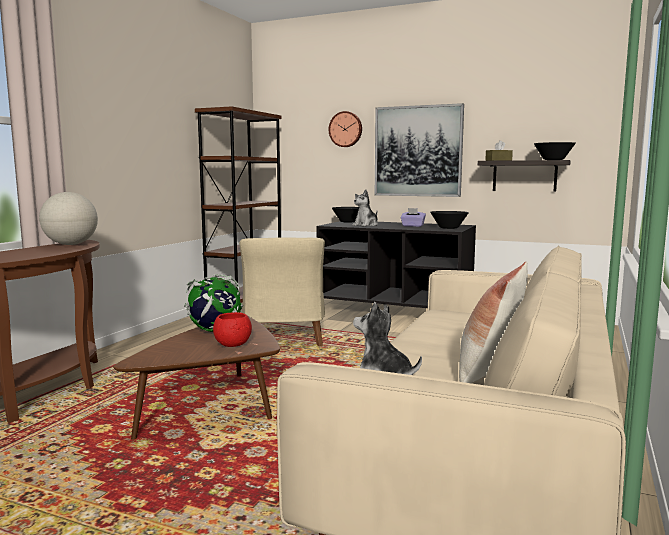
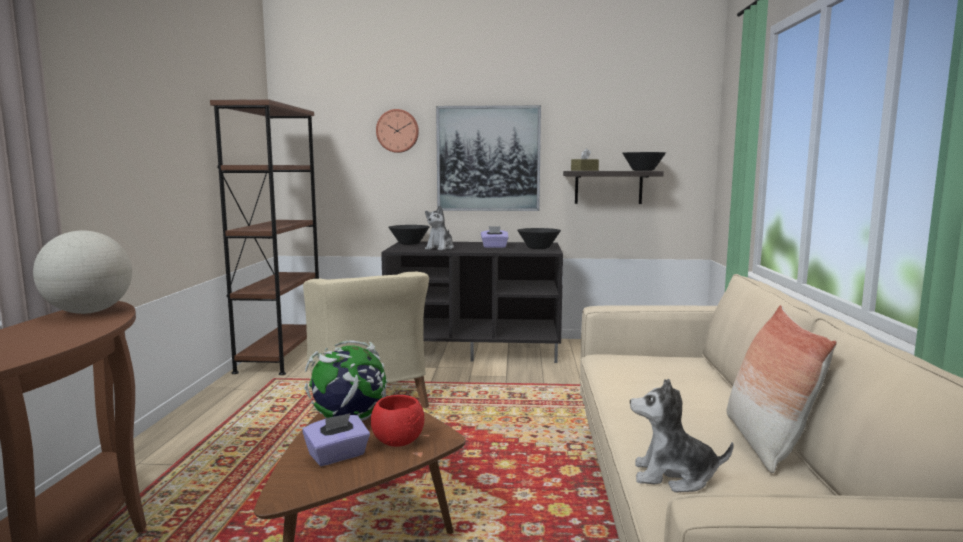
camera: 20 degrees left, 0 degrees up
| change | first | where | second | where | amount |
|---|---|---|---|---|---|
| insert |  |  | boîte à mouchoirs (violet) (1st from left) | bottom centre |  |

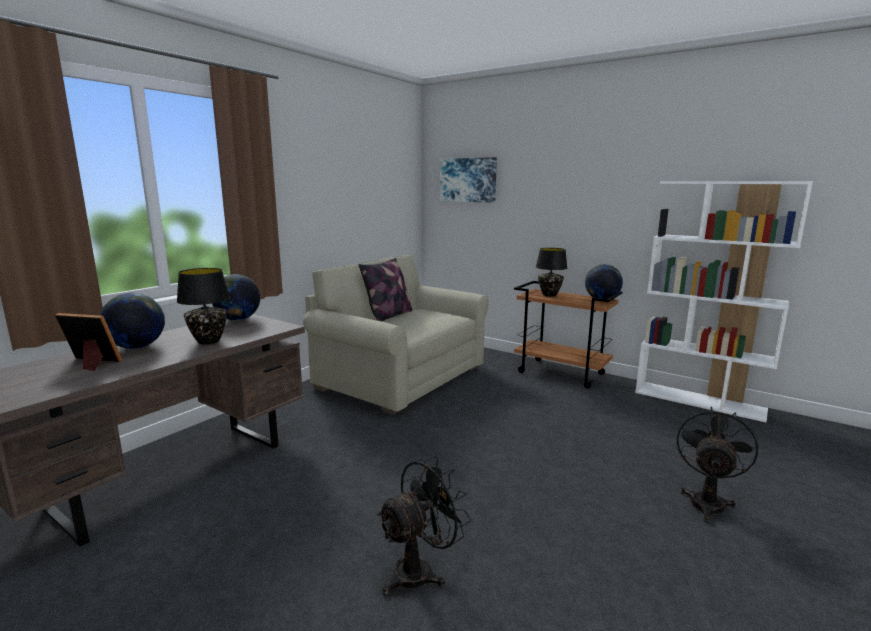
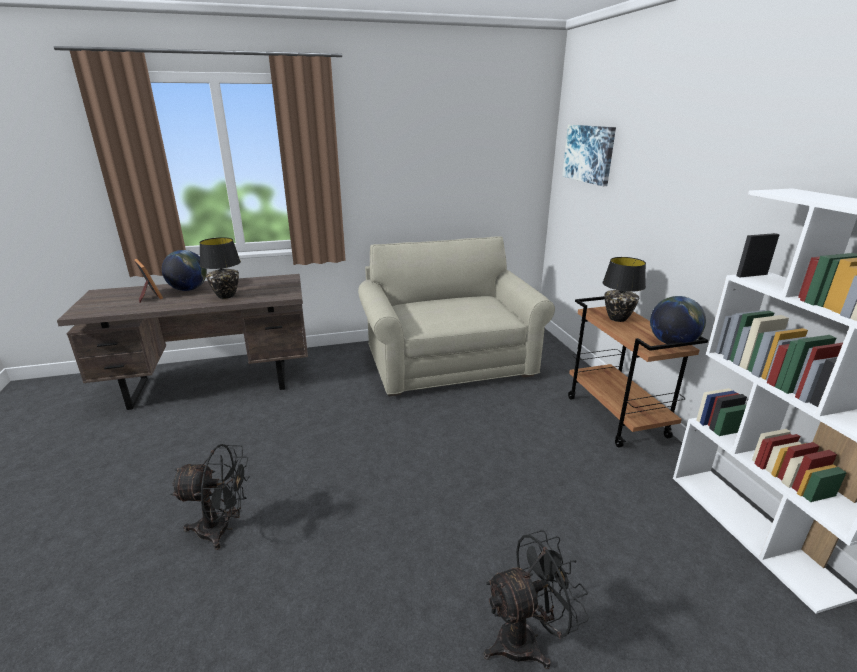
camera: 40 degrees right, 10 degrees up
| change | first | where | second | where | amount |
|---|---|---|---|---|---|
| delete | globe (2nd from left) | middle left |  |  |  |
| delete | coussin | centre |  |  |  |

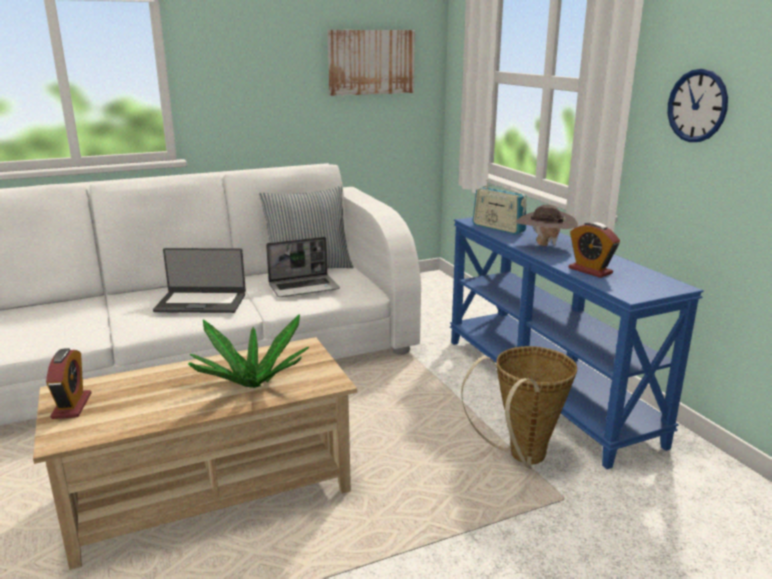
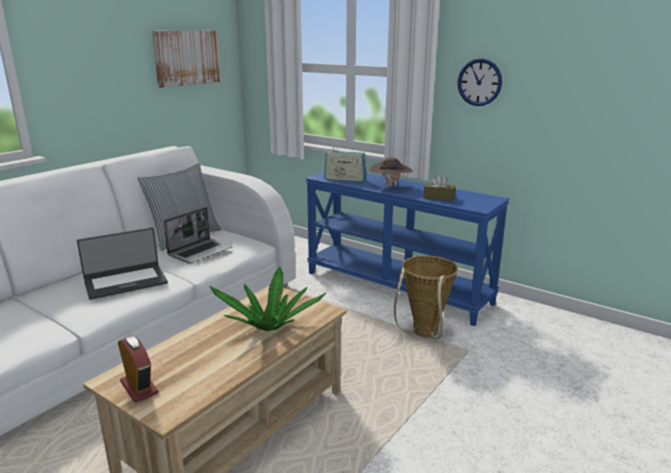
camera: 30 degrees left, 0 degrees up
| change | first | where | second | where | amount |
|---|---|---|---|---|---|
| replace | réveil (2nd from left) | middle right | boîte à mouchoirs (marron) | centre |  |

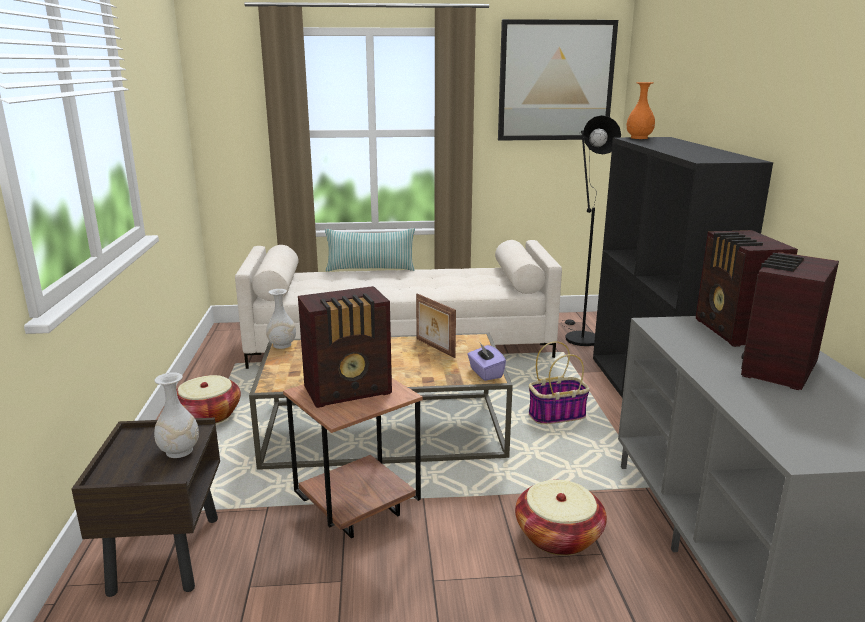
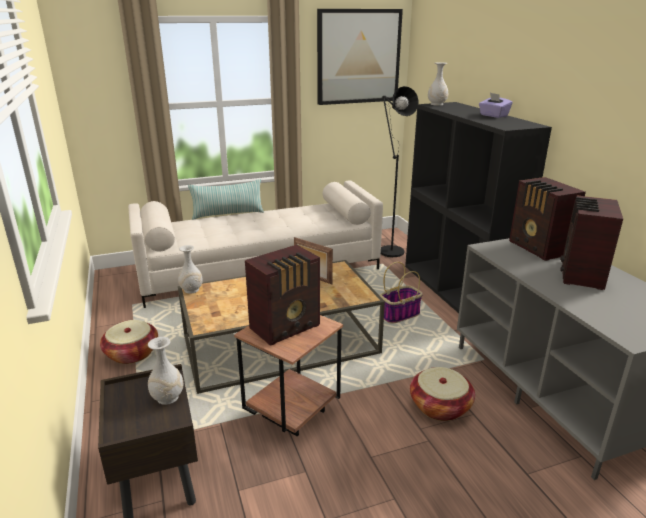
camera: 15 degrees left, 5 degrees up
| change | first | where | second | where | amount |
|---|---|---|---|---|---|
| move | boîte à mouchoirs (violet) | centre |  | top right |  |
| recolor | vase (orange) | top right | vase (blanc) (3rd from left) | top right |  |

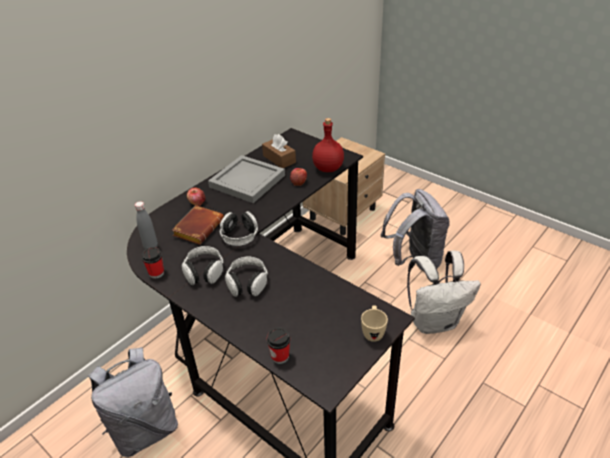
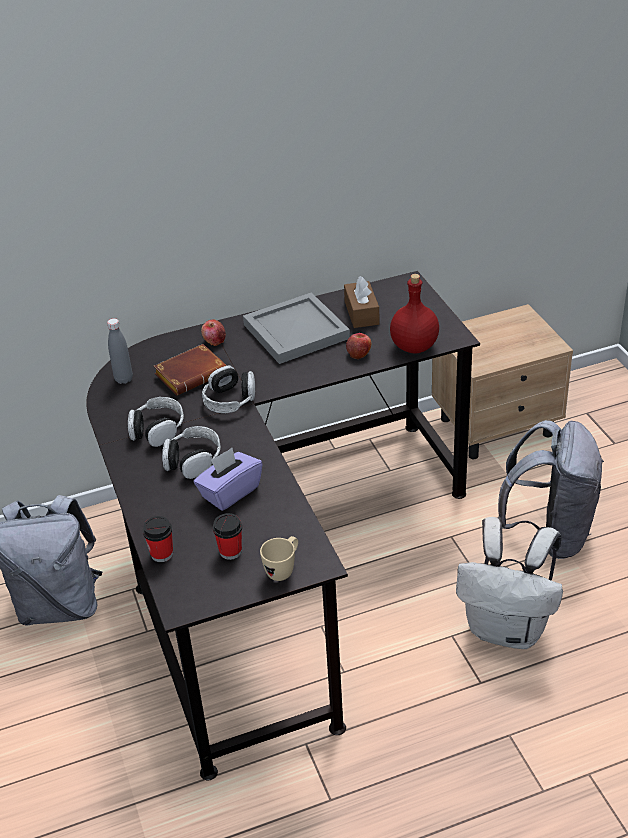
camera: 30 degrees right, 0 degrees up
| change | first | where | second | where | amount |
|---|---|---|---|---|---|
| insert |  |  | boîte à mouchoirs (violet) | centre |  |
| move | tasse (1st from left in the first image) | middle left | tasse (2nd from left) | centre |  |

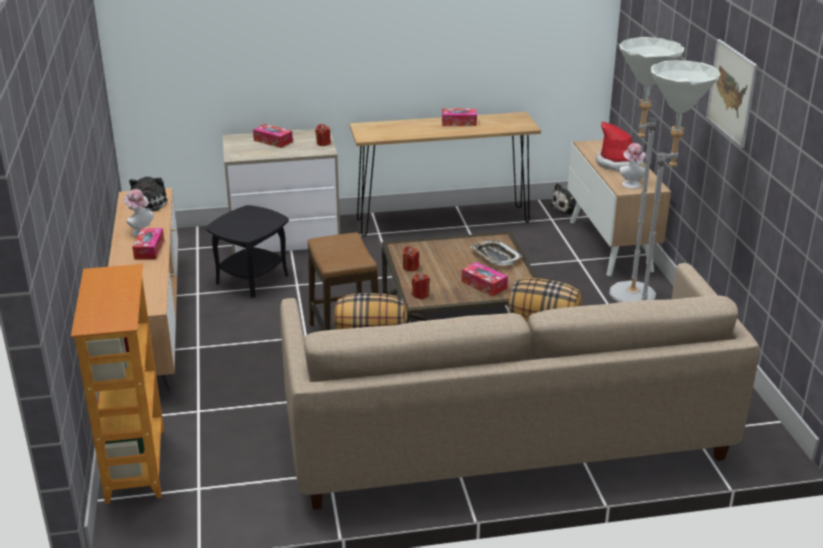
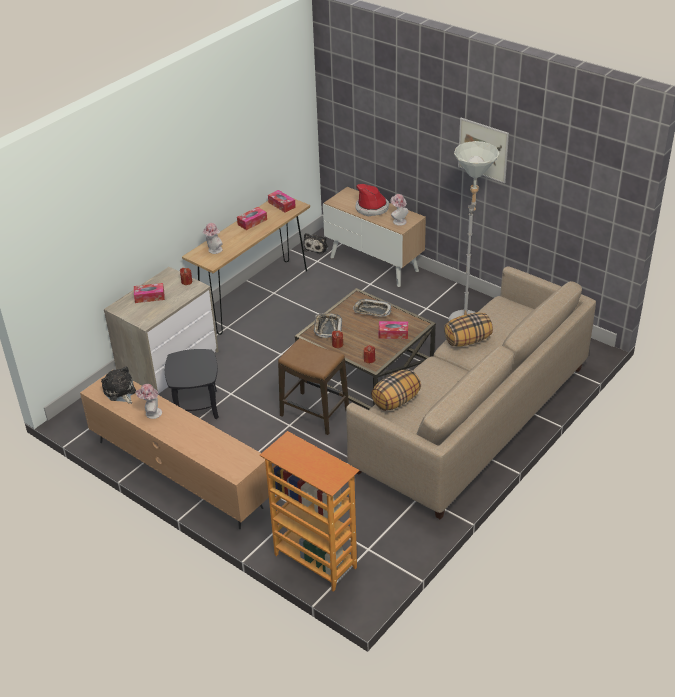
camera: 40 degrees left, 10 degrees up
| change | first | where | second | where | amount |
|---|---|---|---|---|---|
| delete | lampadaire (gris) (1st from left) | top right |  |  |  |
| insert |  |  | chapeau (2nd from left) | middle left |  |
| insert |  |  | plateau (1st from left) | centre |  |
| move | boîte à mouchoirs (1st from left in the first image) | middle left | boîte à mouchoirs (3rd from left) | top centre |  |

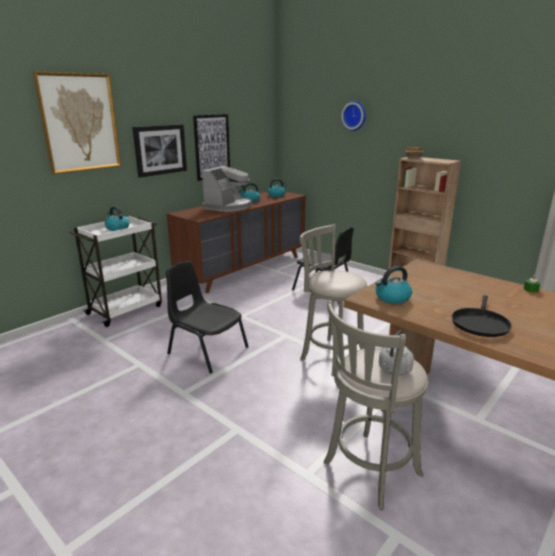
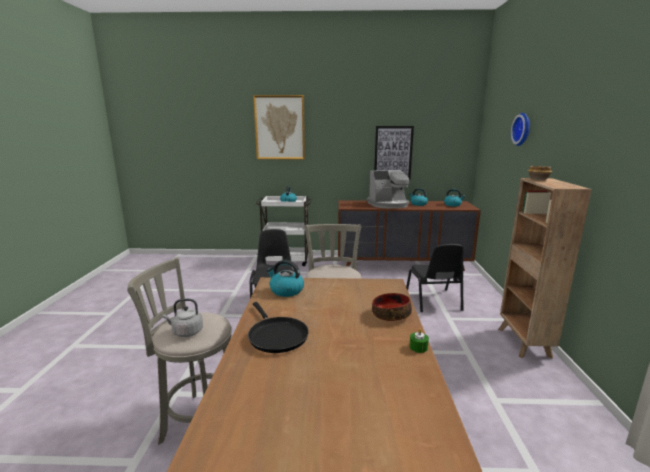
camera: 50 degrees right, 5 degrees down
| change | first | where | second | where | amount |
|---|---|---|---|---|---|
| delete | tableau (2nd from left) | top left |  |  |  |
| insert |  |  | bol (1st from left) | centre |  |
| rotate | poêle (noir) | middle right |  | bottom centre | 105 degrees counterclockwise |

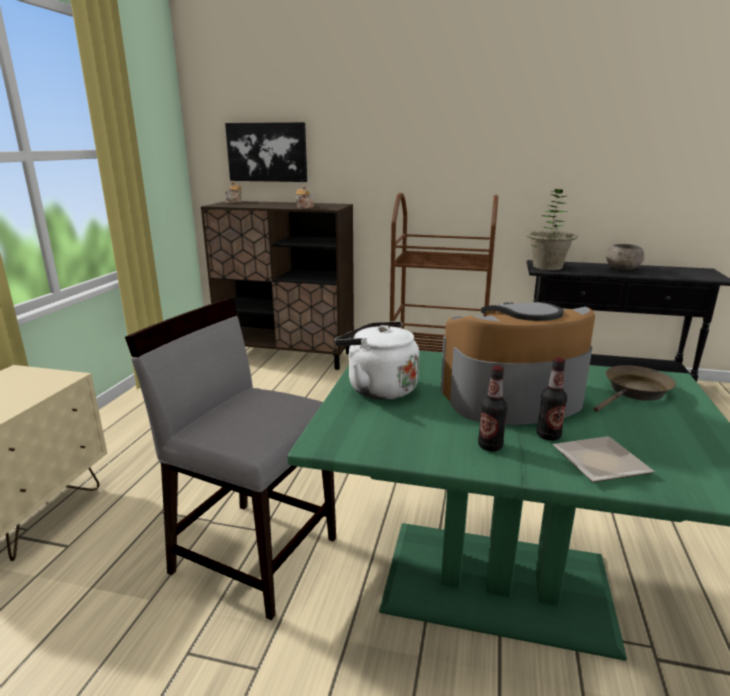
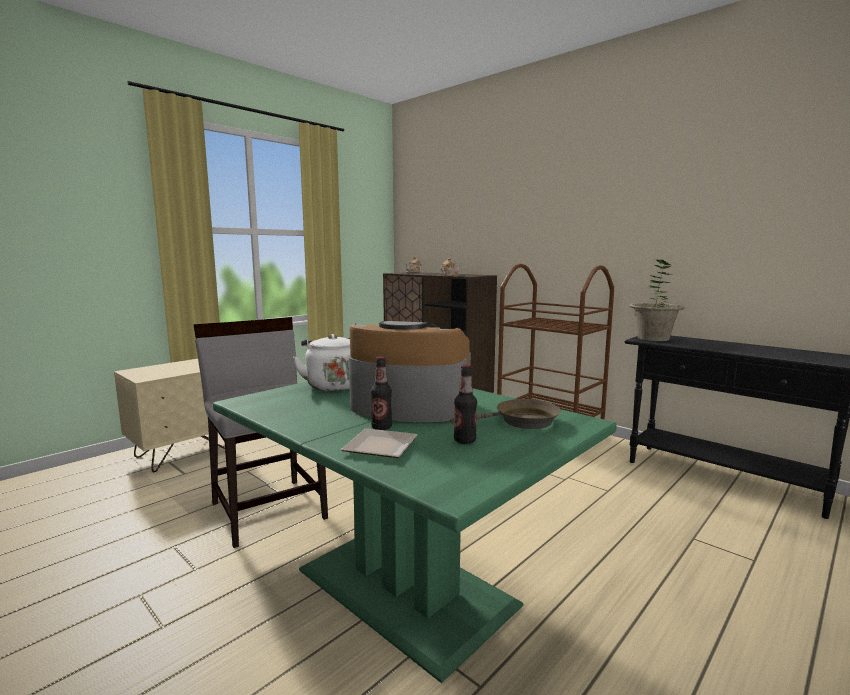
camera: 30 degrees right, 10 degrees down
| change | first | where | second | where | amount |
|---|---|---|---|---|---|
| delete | tableau | top centre |  |  |  |
| delete | bol (gris) | middle right |  |  |  |
| move | bouteille (1st from left in the first image) | middle right | bouteille (2nd from left) | centre |  |

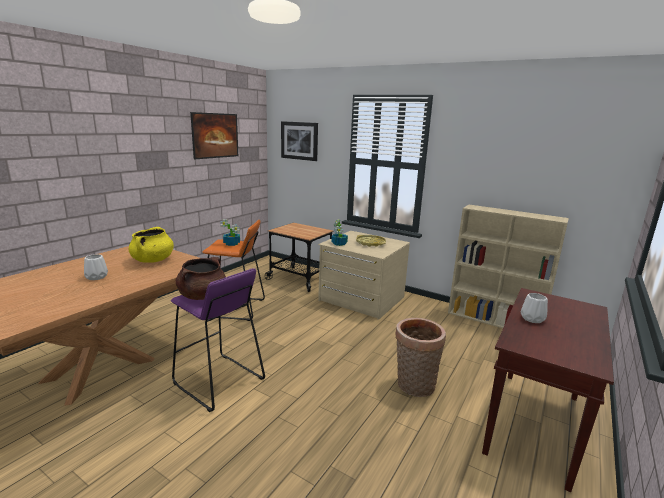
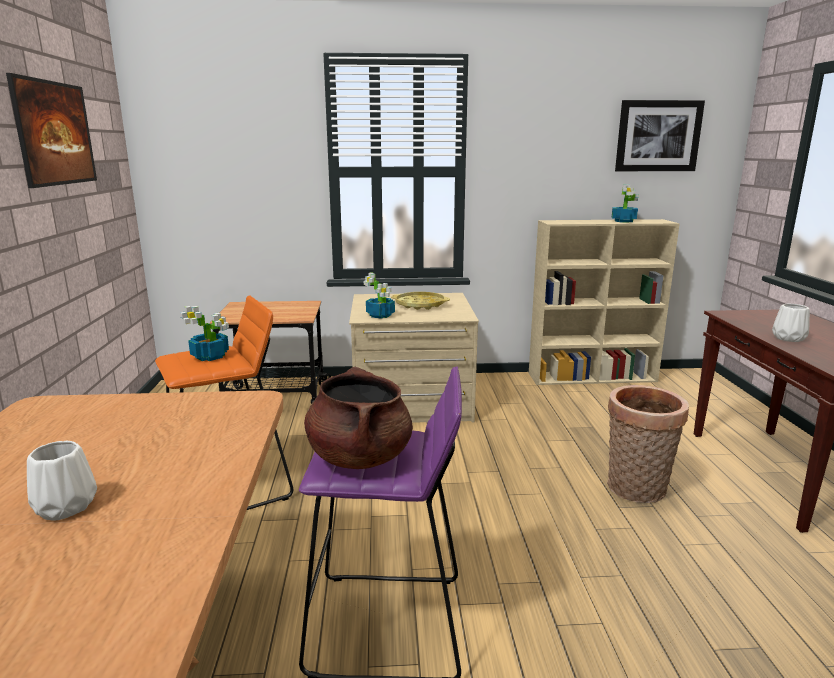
camera: 35 degrees left, 0 degrees up
| change | first | where | second | where | amount |
|---|---|---|---|---|---|
| delete | marmite (jaune) | middle left |  |  |  |
| insert |  |  | plante en pot (3rd from left) | top right |  |
| move | tableau (2nd from left) | top centre |  | top right |  |

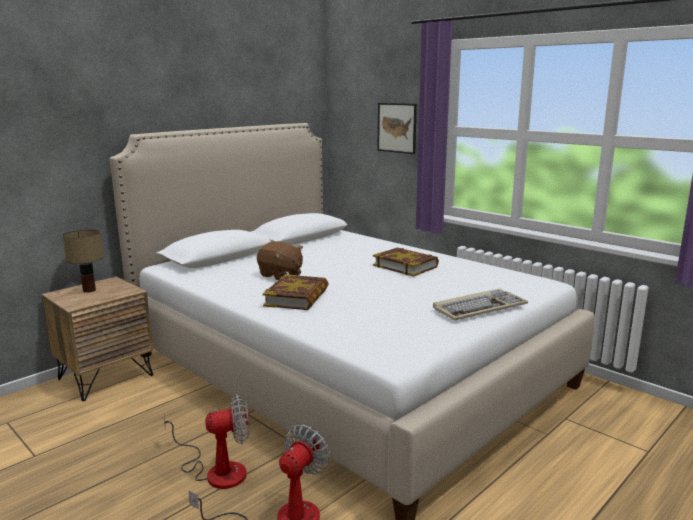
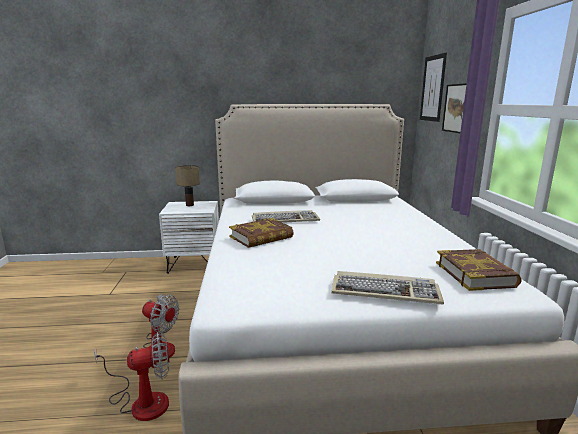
camera: 40 degrees right, 0 degrees up
| change | first | where | second | where | amount |
|---|---|---|---|---|---|
| insert |  |  | tableau (1st from left) | top right |  |
| move | livre (2nd from left) | centre |  | middle right |  |
| replace | peluche (marron) | centre | clavier (1st from left) | centre |  |
| recolor | table de chevet (marron) | middle left | table de chevet (blanc) | middle left |  |

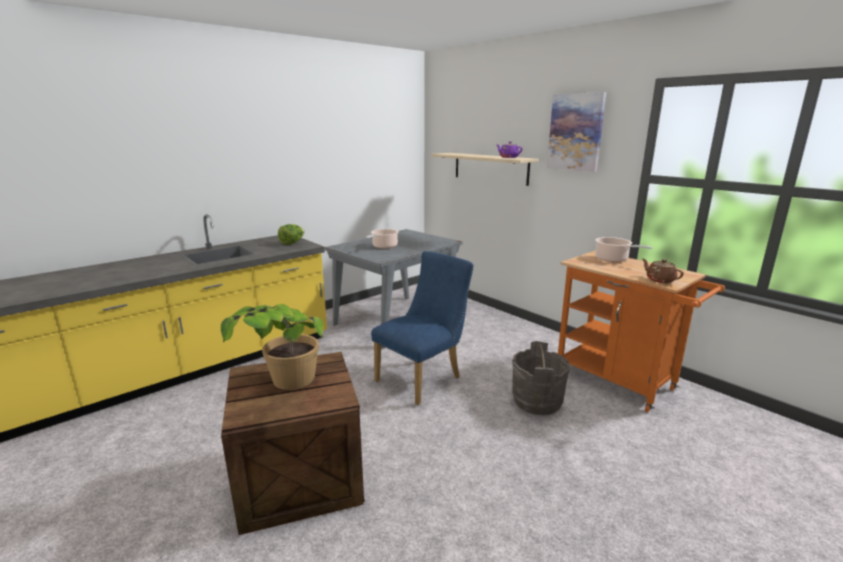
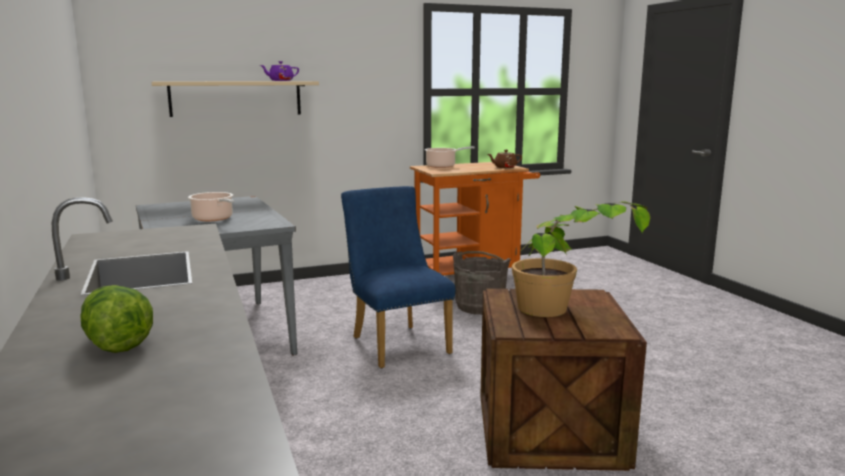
camera: 70 degrees left, 5 degrees down
| change | first | where | second | where | amount |
|---|---|---|---|---|---|
| delete | tableau | top right |  |  |  |
| move | laitue | centre |  | bottom left |  |

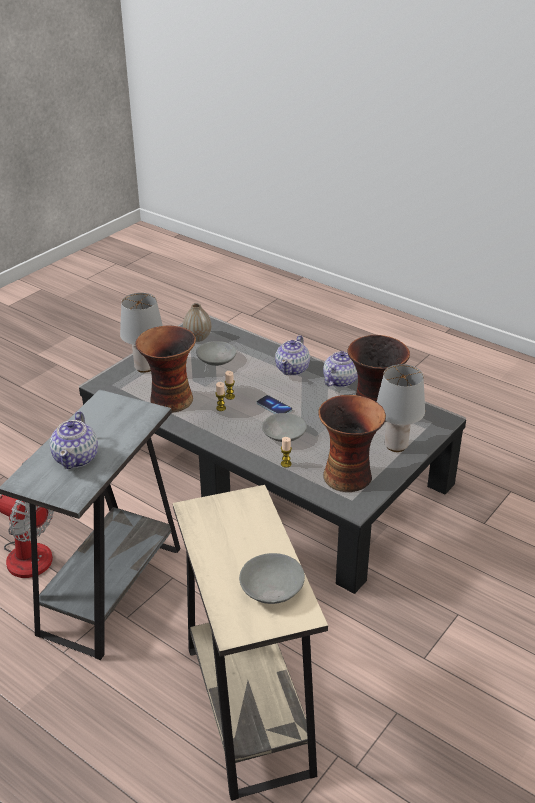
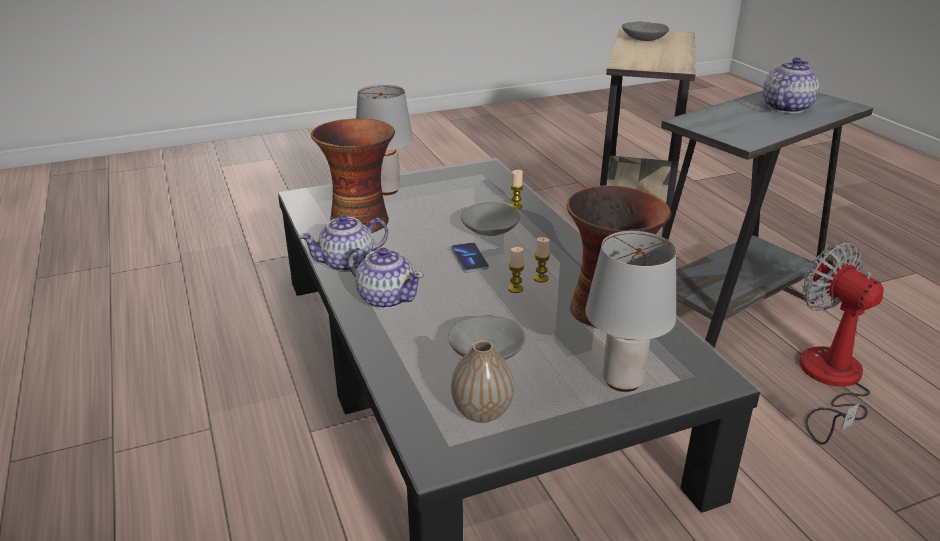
camera: 150 degrees left, 5 degrees down
| change | first | where | second | where | amount |
|---|---|---|---|---|---|
| delete | vase (3rd from left) | centre |  |  |  |
| rotate | théière (2nd from left) | centre |  | centre | 75 degrees clockwise |

